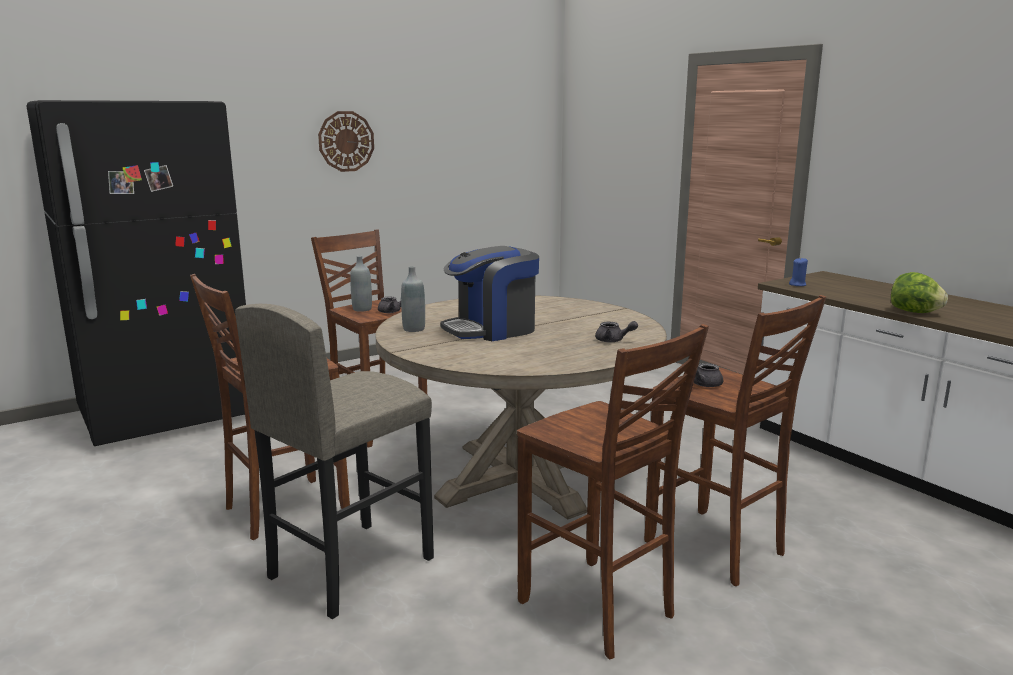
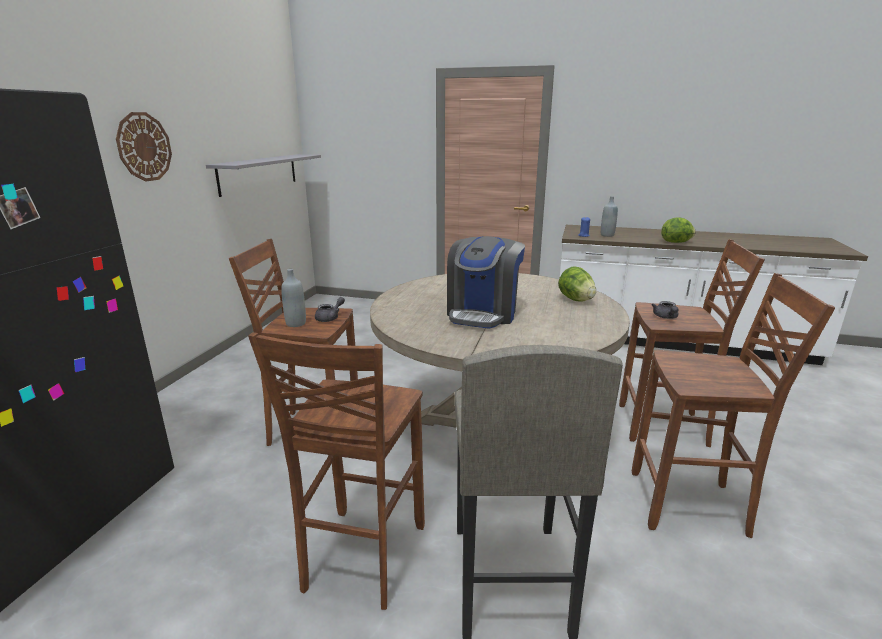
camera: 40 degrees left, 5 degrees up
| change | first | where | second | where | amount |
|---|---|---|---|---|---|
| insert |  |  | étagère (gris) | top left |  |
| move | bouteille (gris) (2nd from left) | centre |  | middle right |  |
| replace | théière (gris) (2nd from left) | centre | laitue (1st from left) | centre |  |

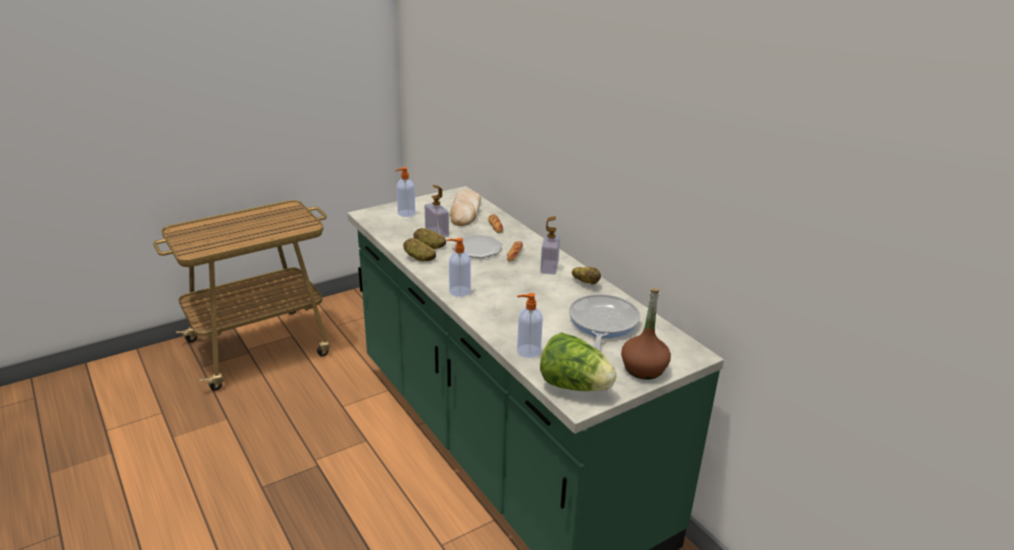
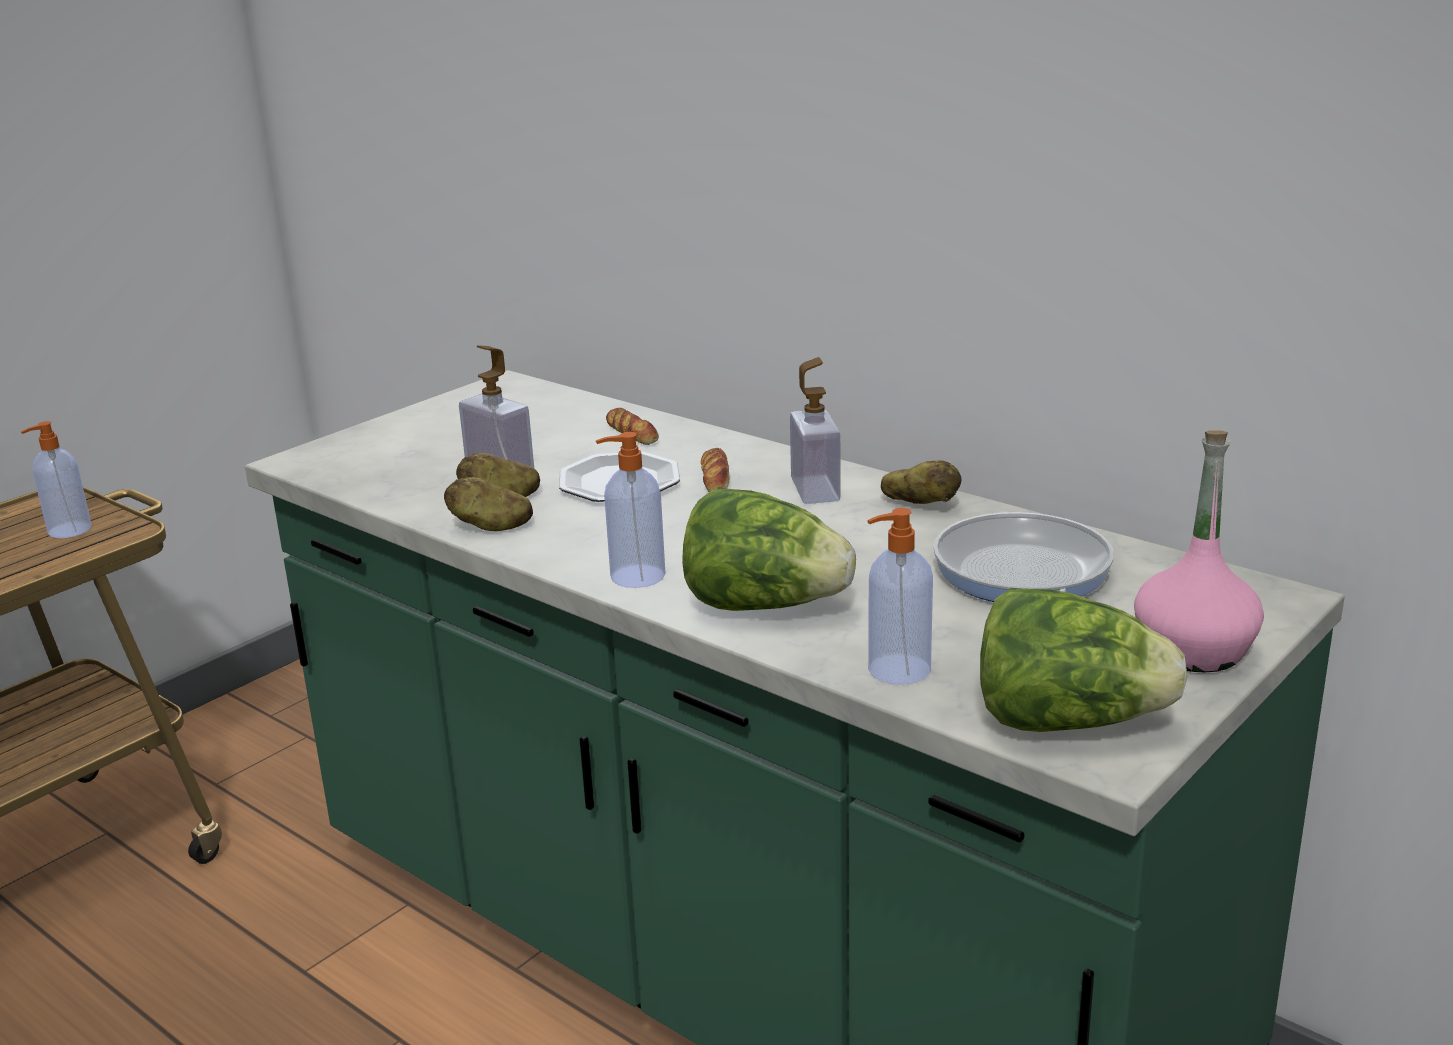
camera: 15 degrees left, 5 degrees down
| change | first | where | second | where | amount |
|---|---|---|---|---|---|
| delete | pain (1st from left) | centre |  |  |  |
| insert |  |  | laitue (1st from left) | centre |  |
| move | distributeur de savon (1st from left) | centre |  | middle left |  |
| recolor | bouteille (marron) | centre | bouteille (rose) | middle right |  |

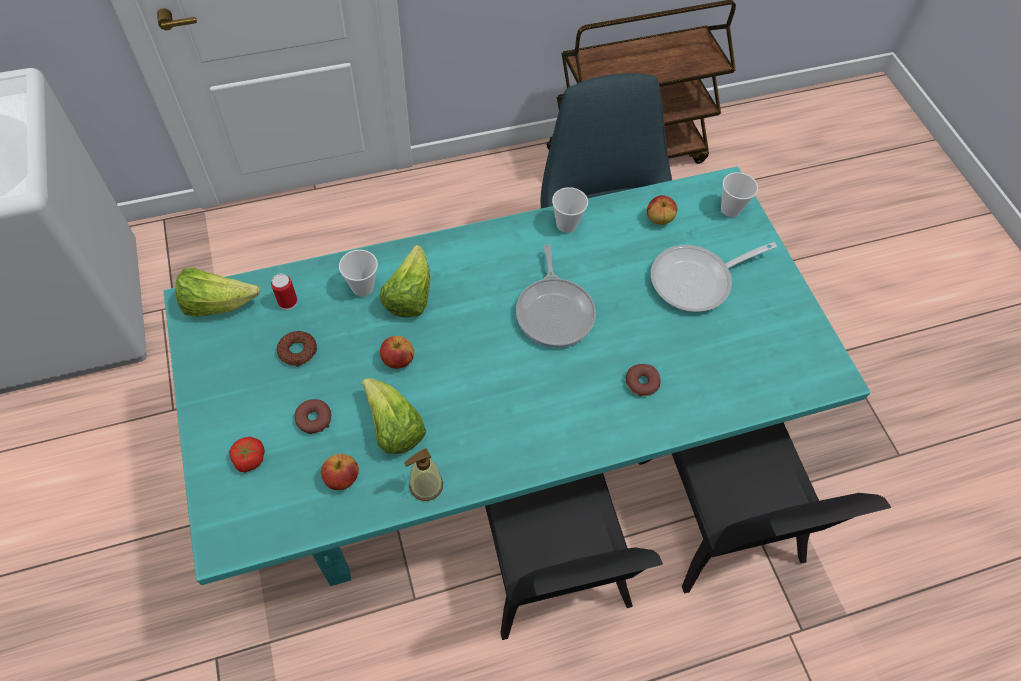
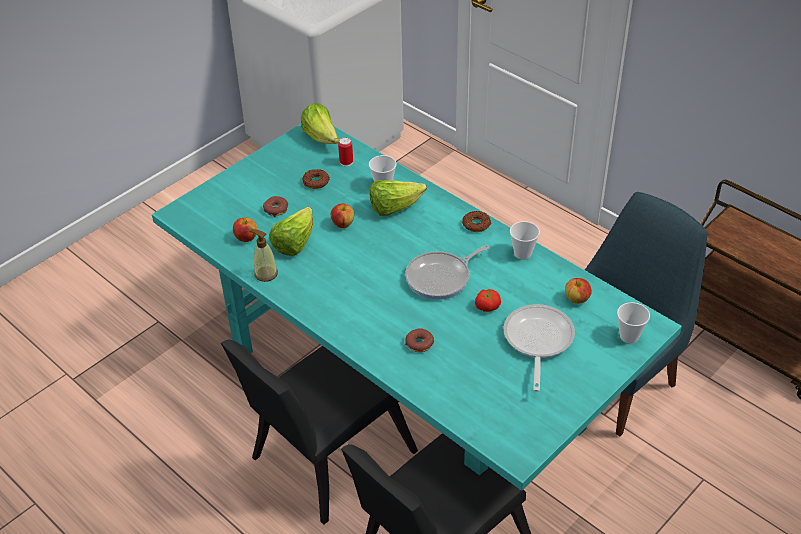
camera: 65 degrees right, 15 degrees down
| change | first | where | second | where | amount |
|---|---|---|---|---|---|
| insert |  |  | beignet (4th from left) | centre |  |
| move | tomate | bottom left |  | centre |  |
| rotate | poêle (2nd from left) | middle right |  | middle right | 60 degrees clockwise |

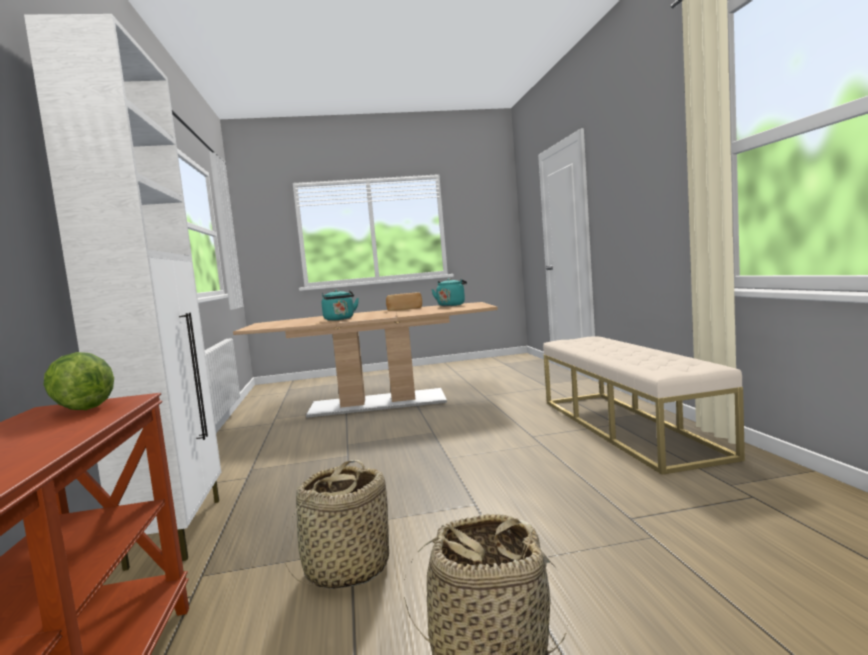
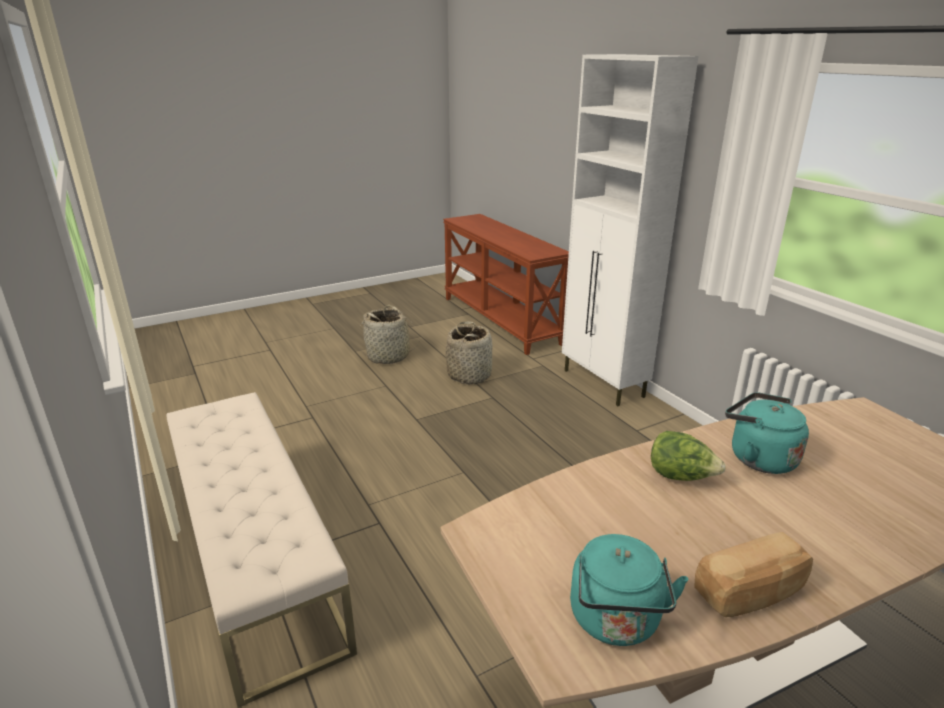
camera: 160 degrees right, 20 degrees up
| change | first | where | second | where | amount |
|---|---|---|---|---|---|
| move | laitue | middle left |  | middle right |  |

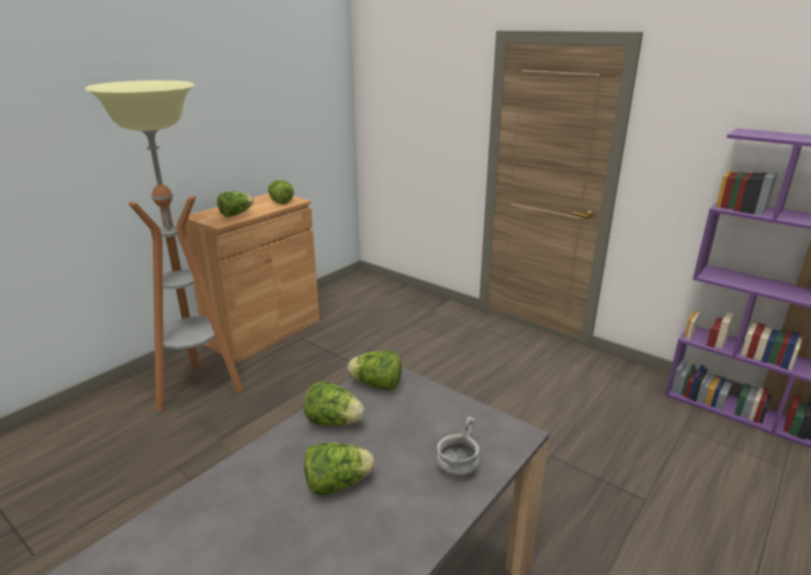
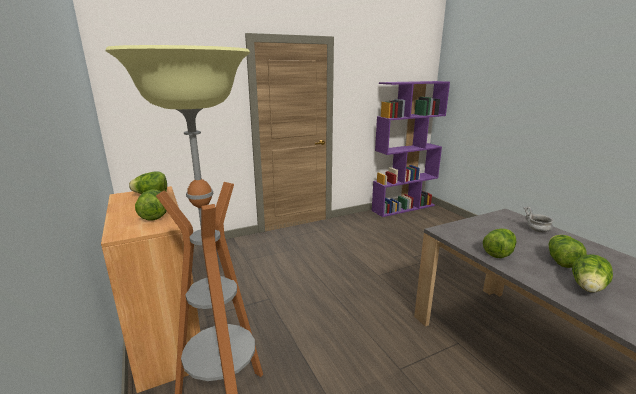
camera: 65 degrees left, 5 degrees down
| change | first | where | second | where | amount |
|---|---|---|---|---|---|
| move | laitue (5th from left) | centre |  | bottom right |  |

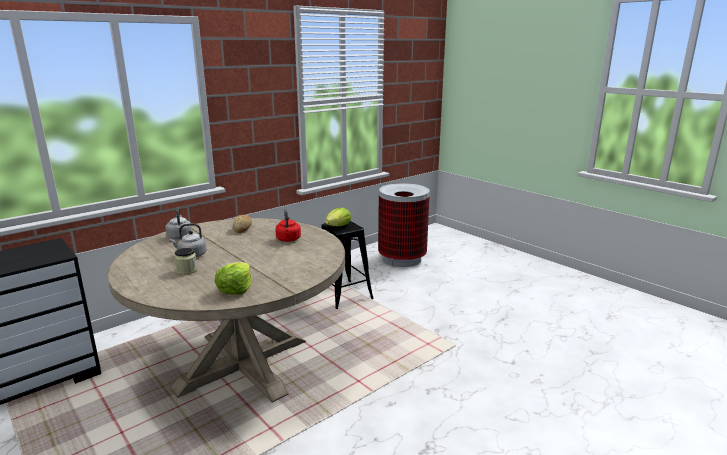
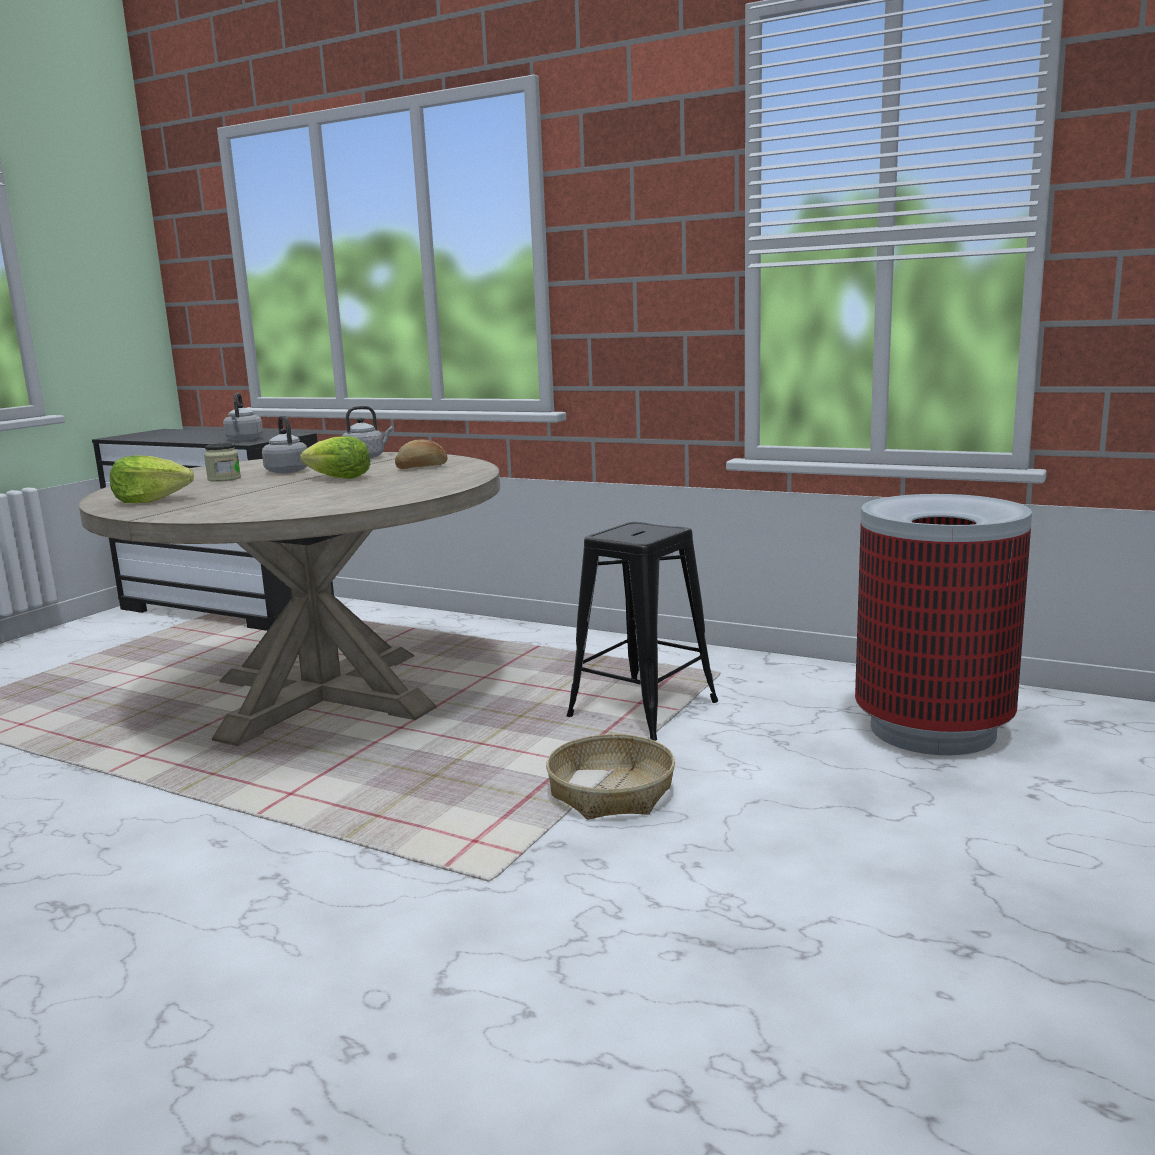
camera: 70 degrees right, 5 degrees down
| change | first | where | second | where | amount |
|---|---|---|---|---|---|
| delete | bouilloire (rouge) | centre |  |  |  |
| insert |  |  | bouilloire (gris) (1st from left) | middle left |  |
| insert |  |  | panier | bottom centre |  |
| move | laitue (2nd from left) | centre |  | middle left |  |

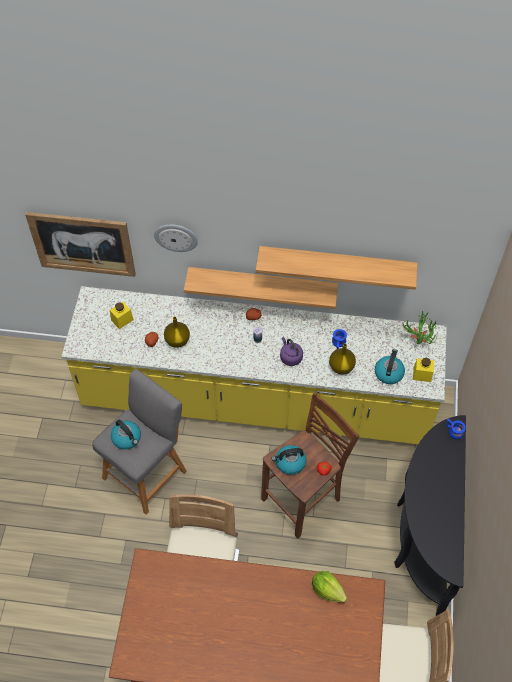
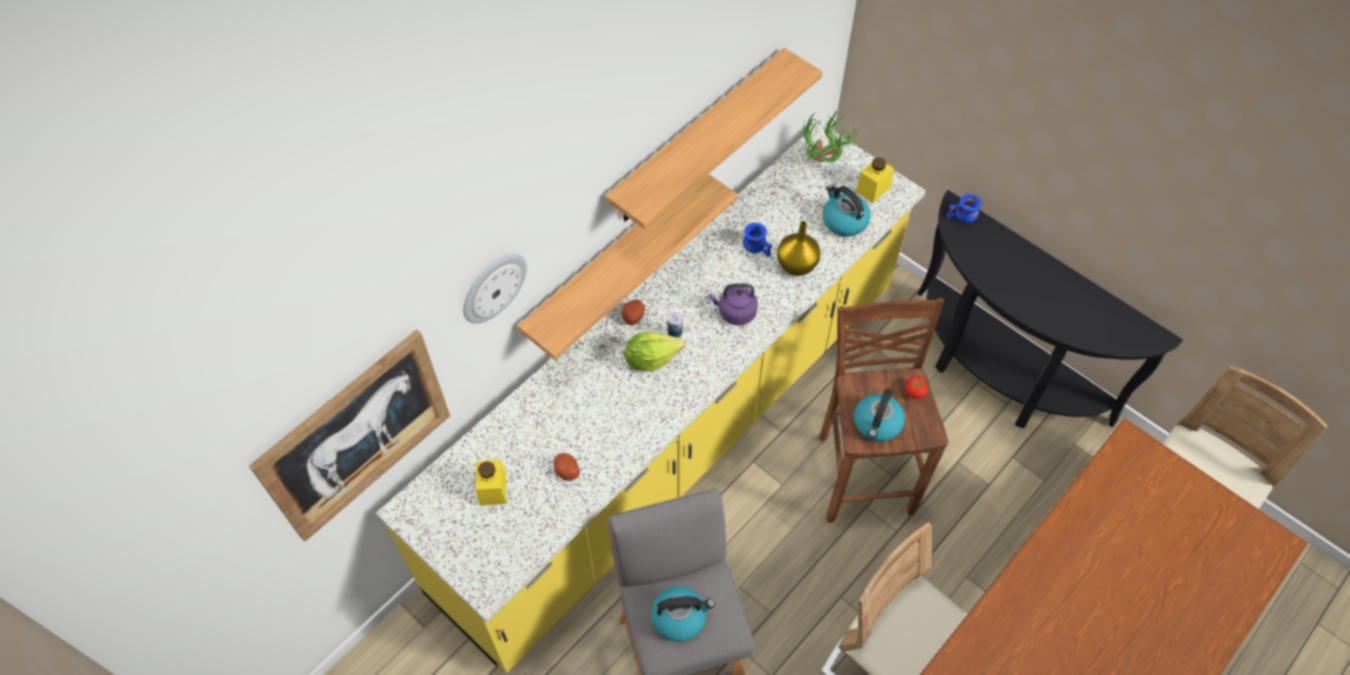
camera: 55 degrees left, 0 degrees up
| change | first | where | second | where | amount |
|---|---|---|---|---|---|
| delete | vase (jaune) (1st from left) | centre |  |  |  |
| move | laitue | bottom centre |  | centre |  |

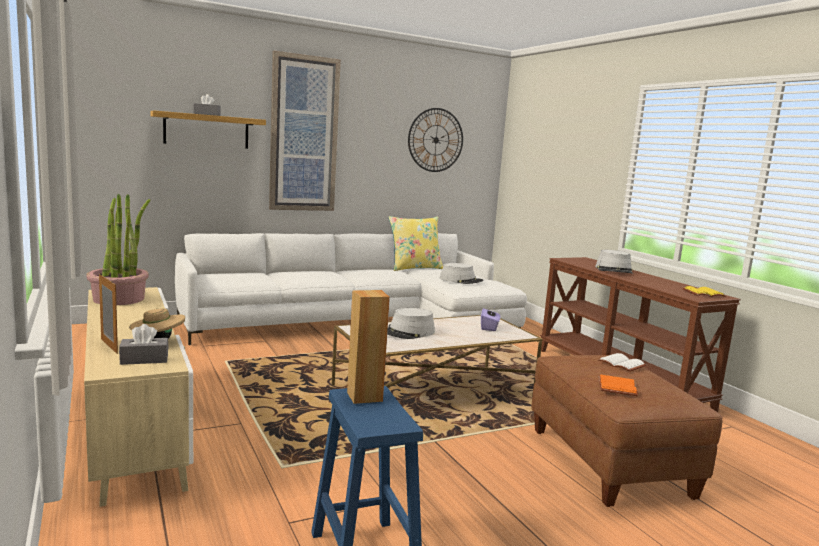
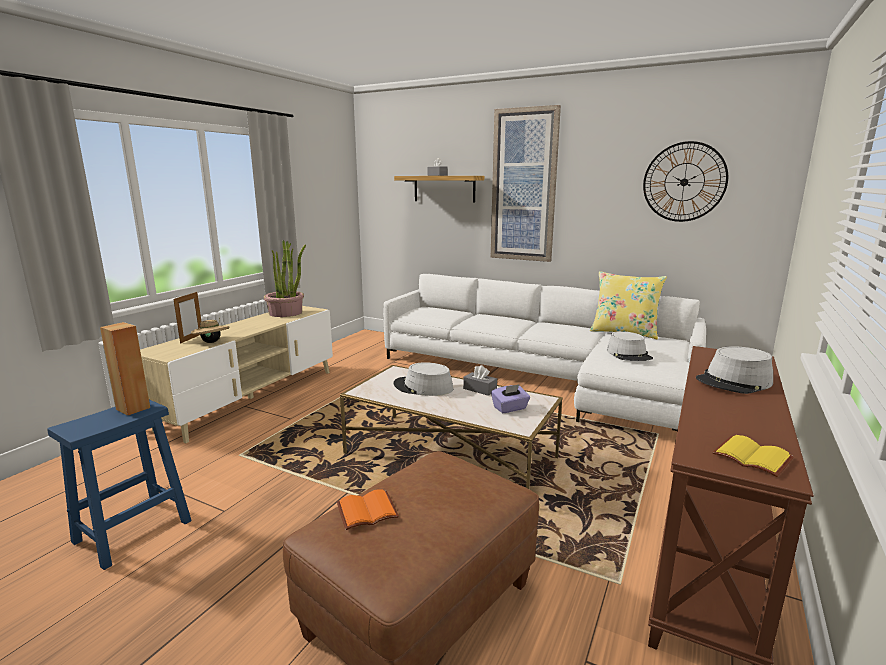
camera: 55 degrees right, 5 degrees up
| change | first | where | second | where | amount |
|---|---|---|---|---|---|
| delete | livre (blanc) | middle right |  |  |  |
| move | boîte à mouchoirs (gris) (1st from left in the first image) | middle left | boîte à mouchoirs (gris) (2nd from left) | centre |  |

